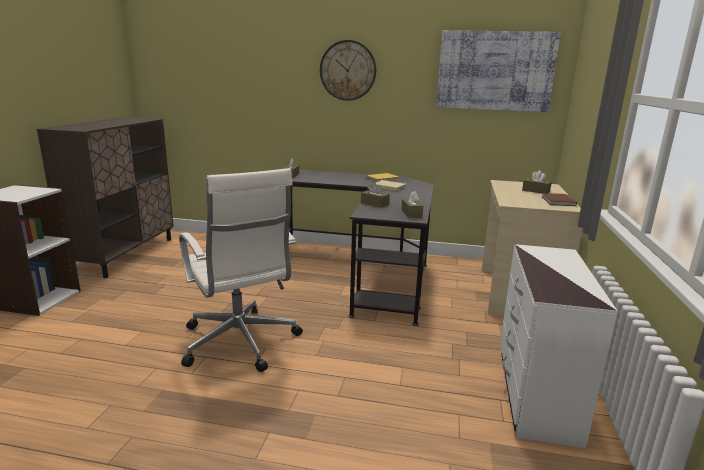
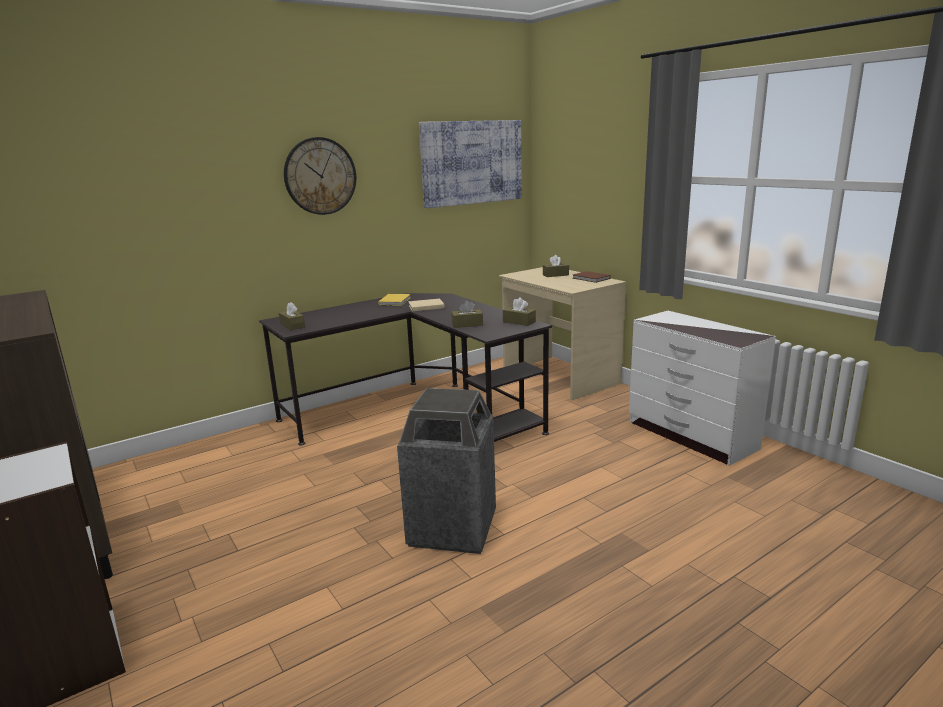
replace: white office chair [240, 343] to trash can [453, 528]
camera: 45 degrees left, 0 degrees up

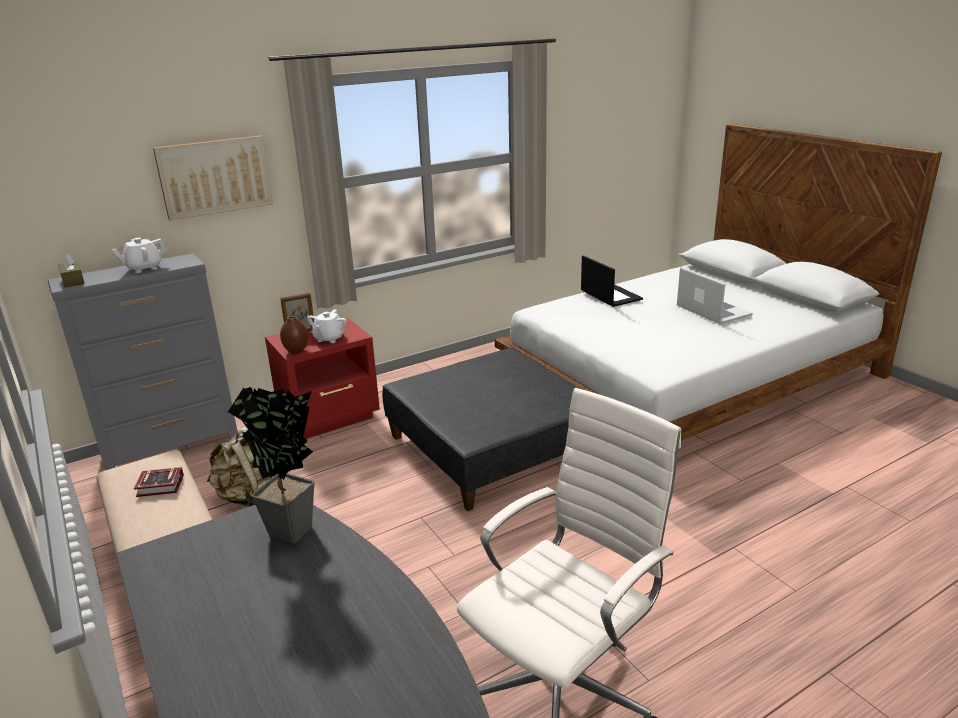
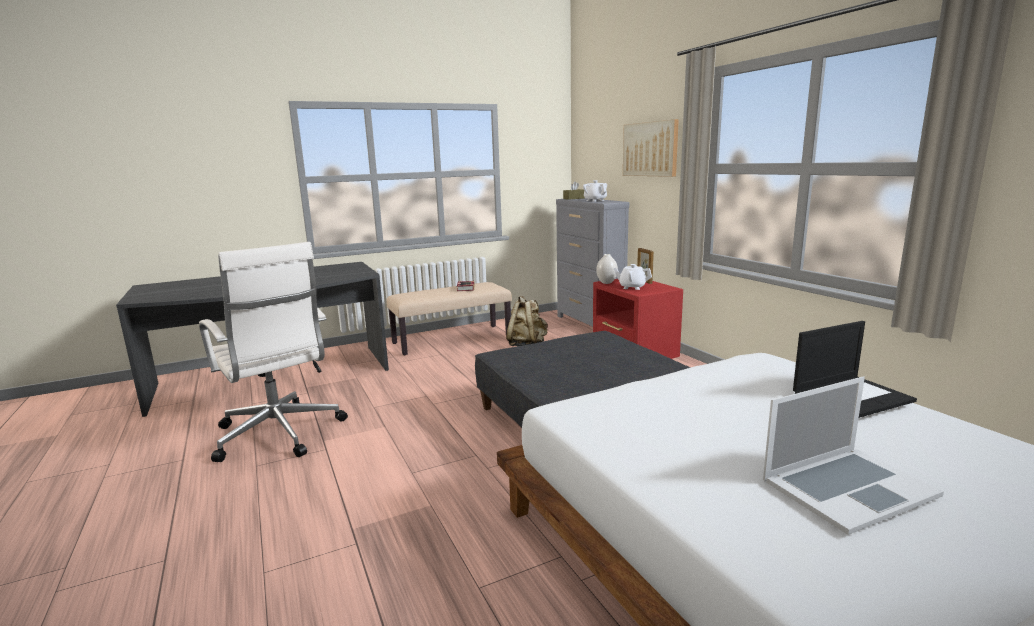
delete: potted plant [293, 535]
recolor: brown vase [296, 351] to white vase [606, 282]
camera: 95 degrees right, 10 degrees down

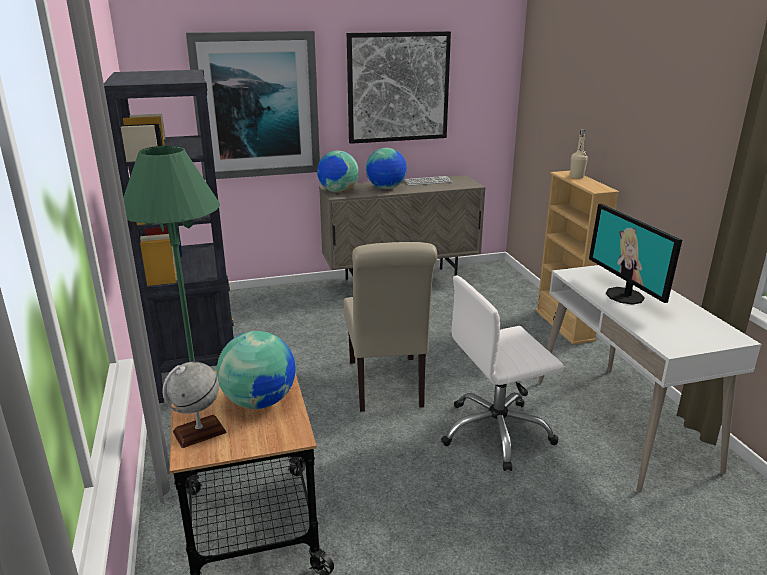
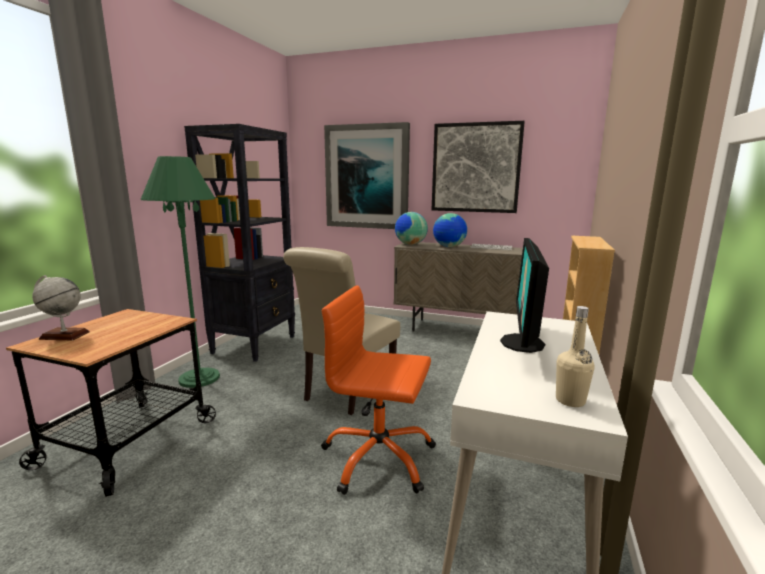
delete: globe [259, 401]
move: beige bottle [576, 177] to [570, 400]
recolor: white office chair [496, 433] to orange office chair [378, 458]
camera: 35 degrees right, 10 degrees down

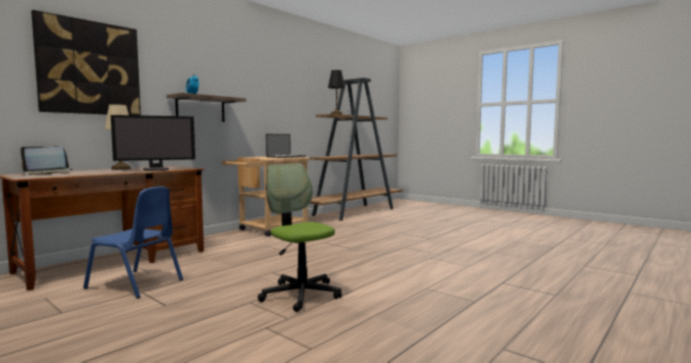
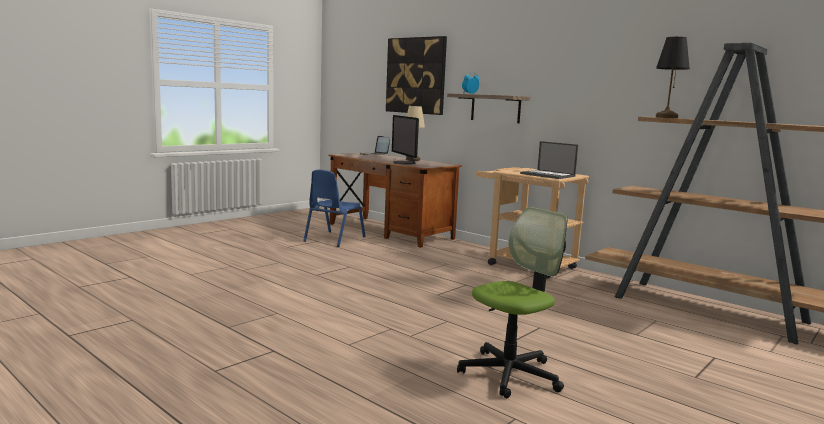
move: office chair [301, 294] to [510, 374]
camera: 90 degrees right, 5 degrees up

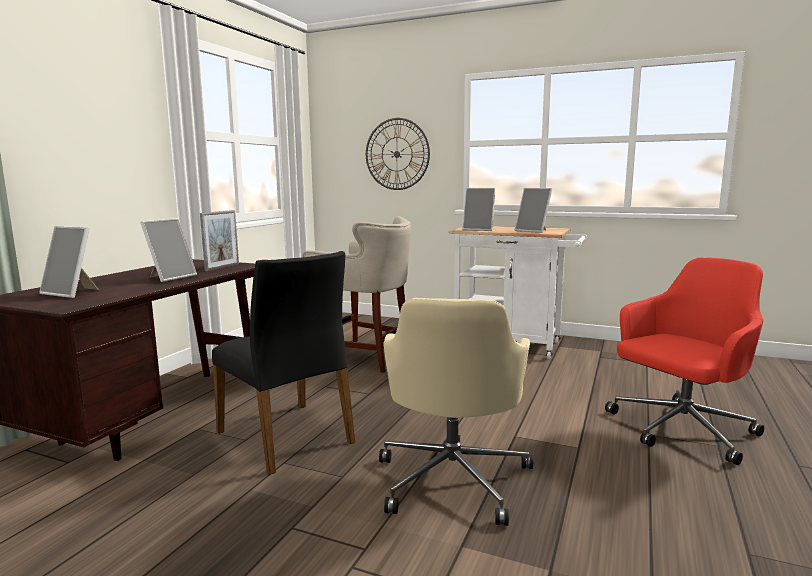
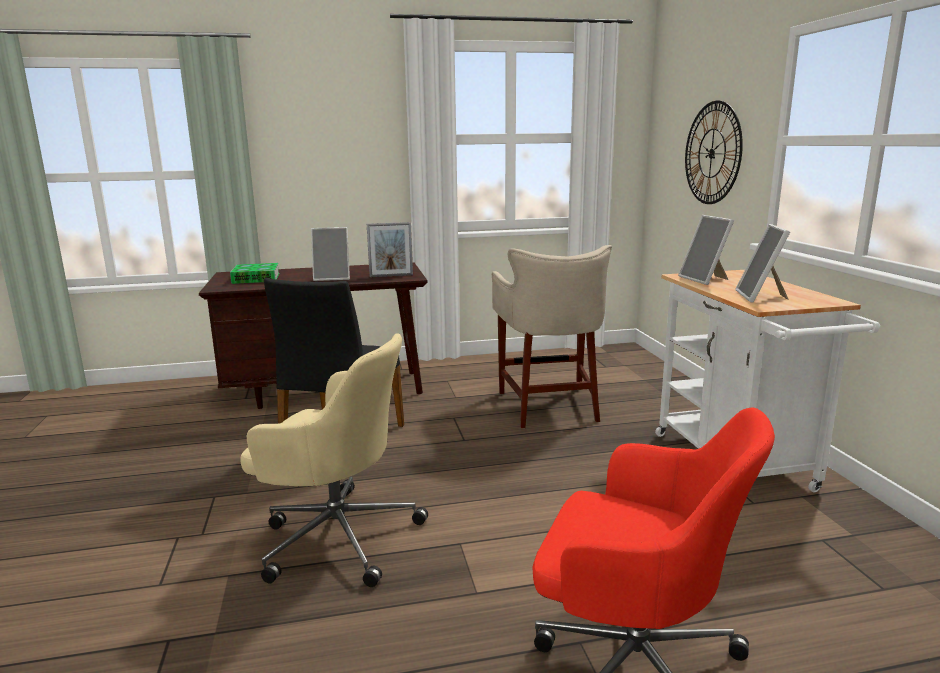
replace: picture frame [72, 293] to book [256, 278]
rotate: beige office chair [453, 478] = [337, 536] 135 degrees counterclockwise
camera: 55 degrees right, 5 degrees up

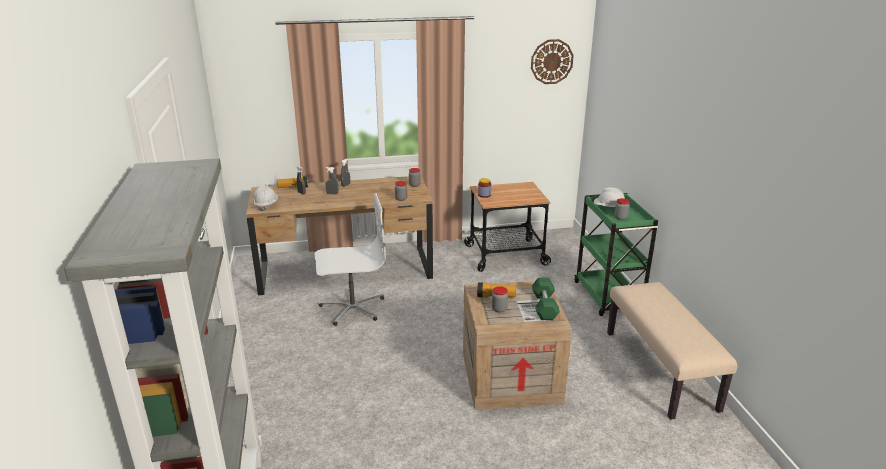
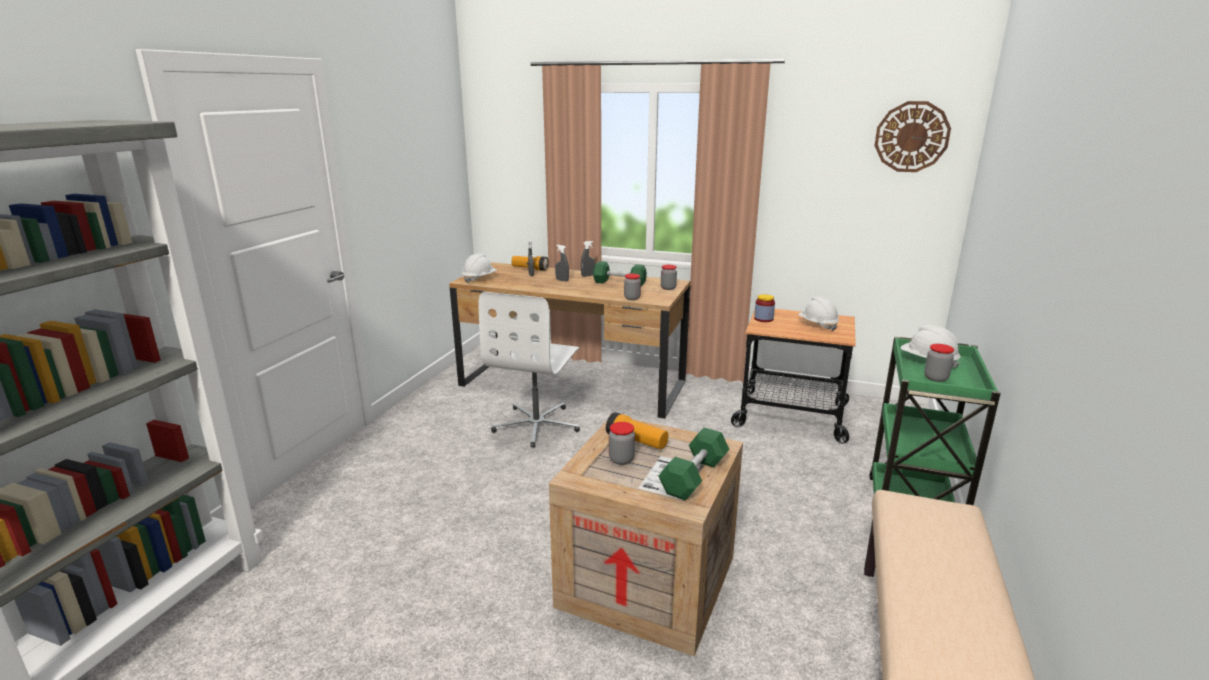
insert: green dumbbell [619, 283]; white hard hat [817, 325]
rotate: white office chair [352, 307] = [537, 425] 90 degrees clockwise
camera: 30 degrees right, 5 degrees down

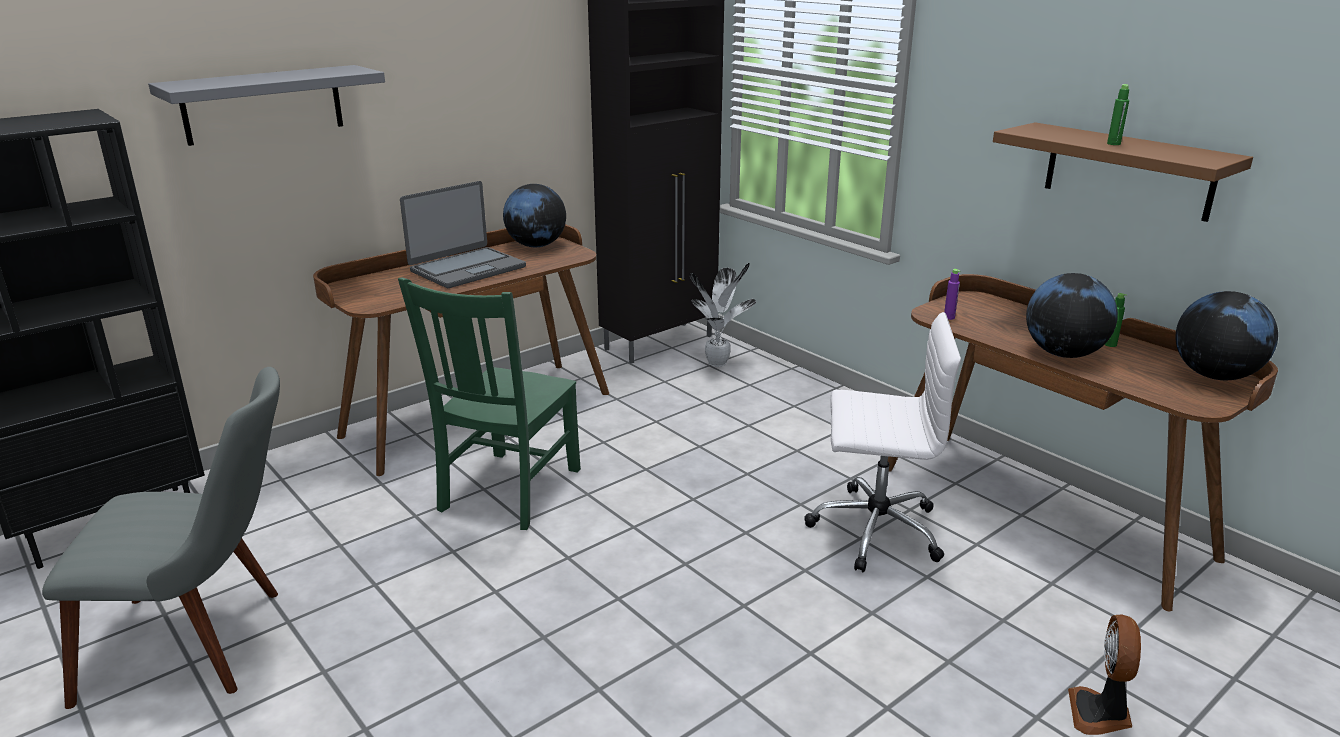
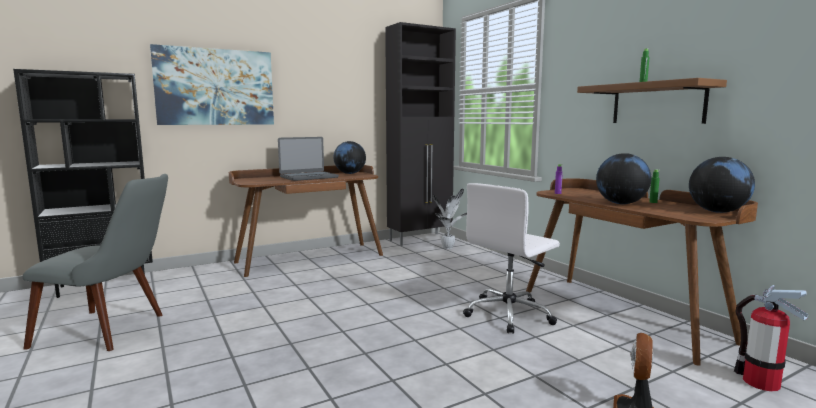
delete: green chair [508, 492]
insert: fire extinguisher [760, 382]
replace: grey shelf [263, 104] to picture [215, 87]
rotate: white office chair [873, 529] = [509, 314] 120 degrees clockwise
camera: 10 degrees right, 15 degrees down

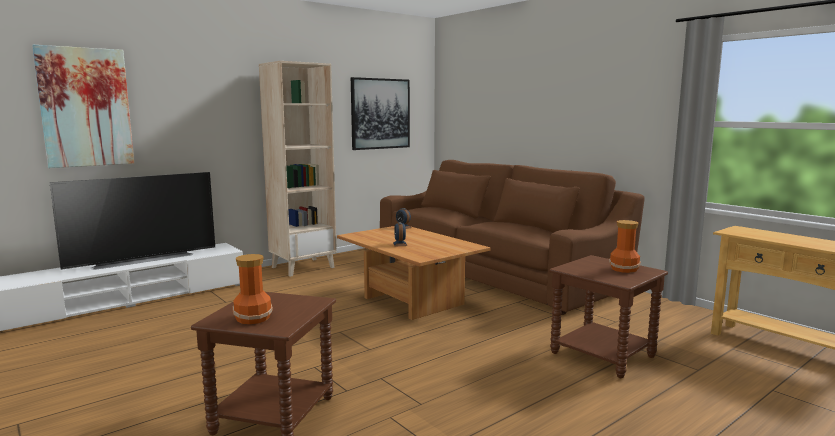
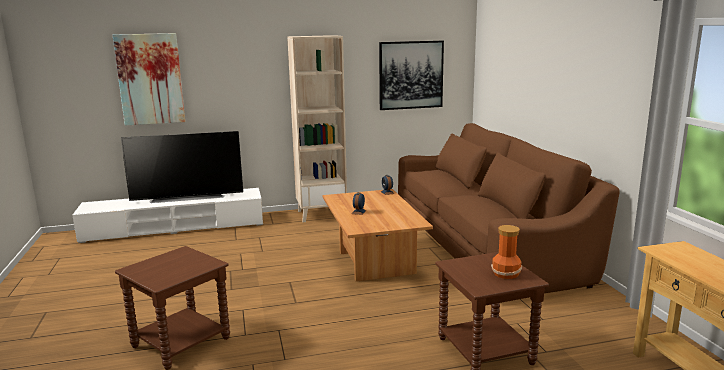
delete: vase [253, 318]
camera: 25 degrees right, 5 degrees up

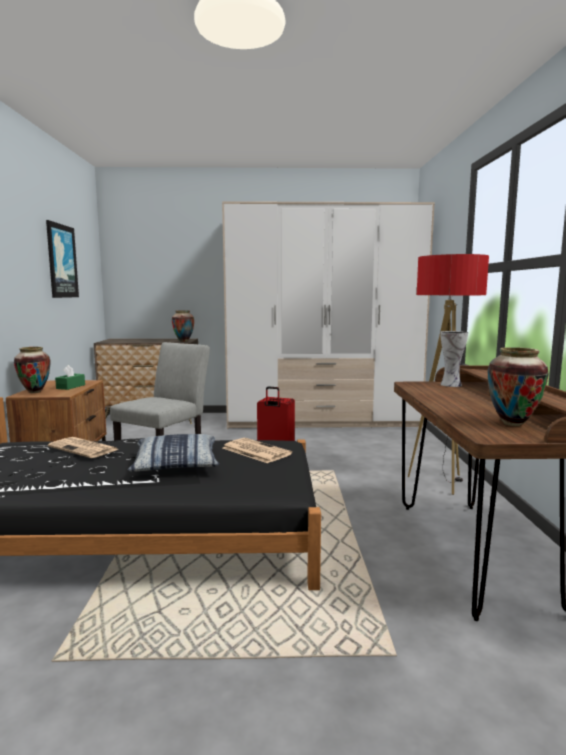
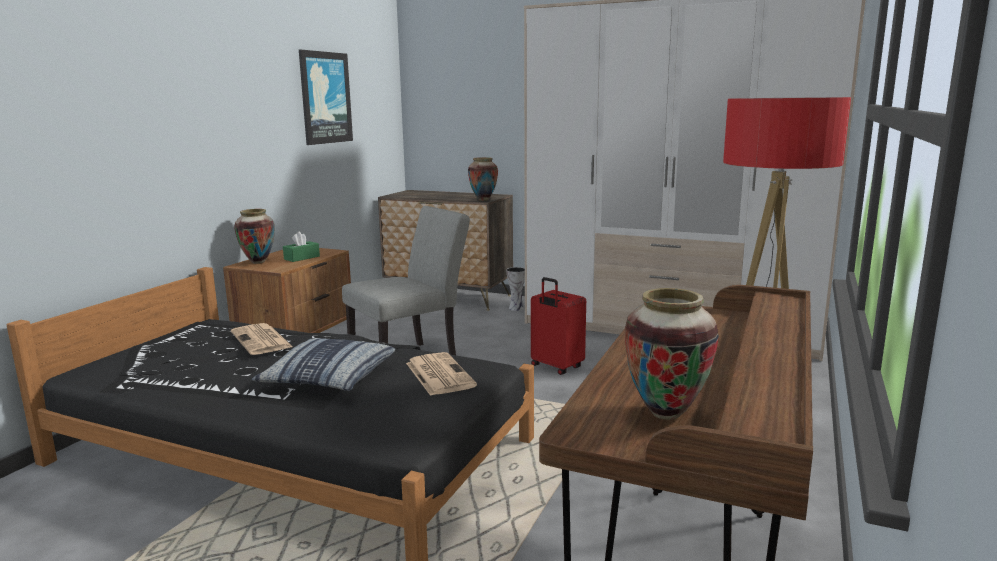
move: vase [450, 384] to [516, 308]
camera: 25 degrees right, 5 degrees up

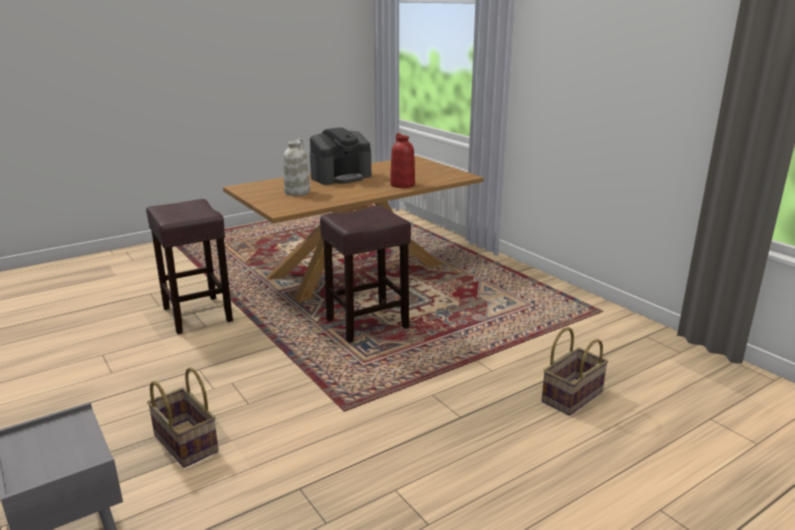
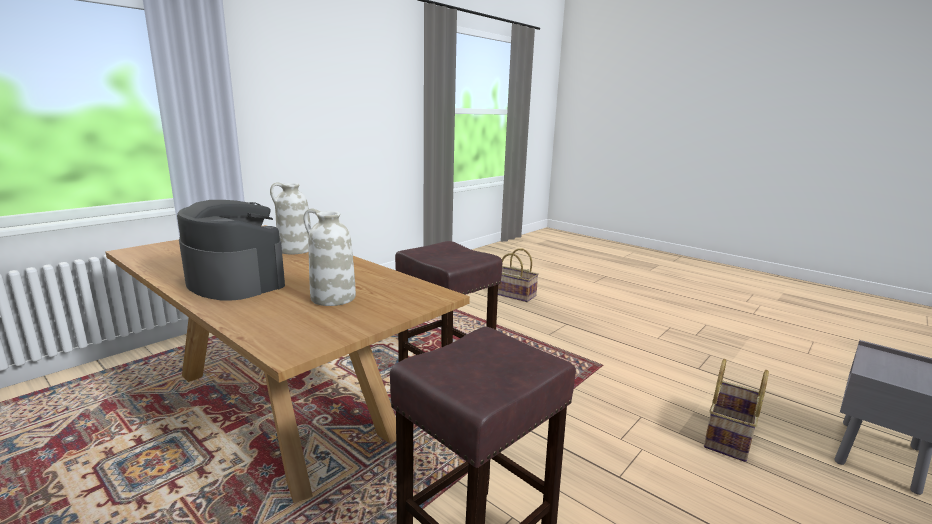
recolor: red vase [402, 184] to white vase [295, 250]
camera: 105 degrees left, 5 degrees down

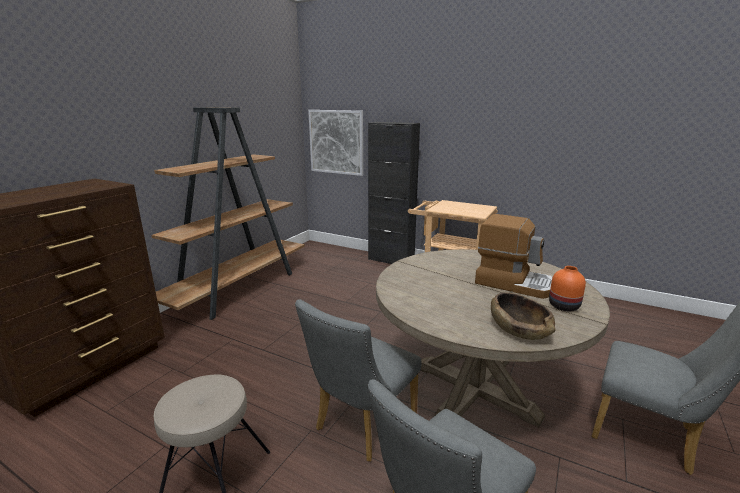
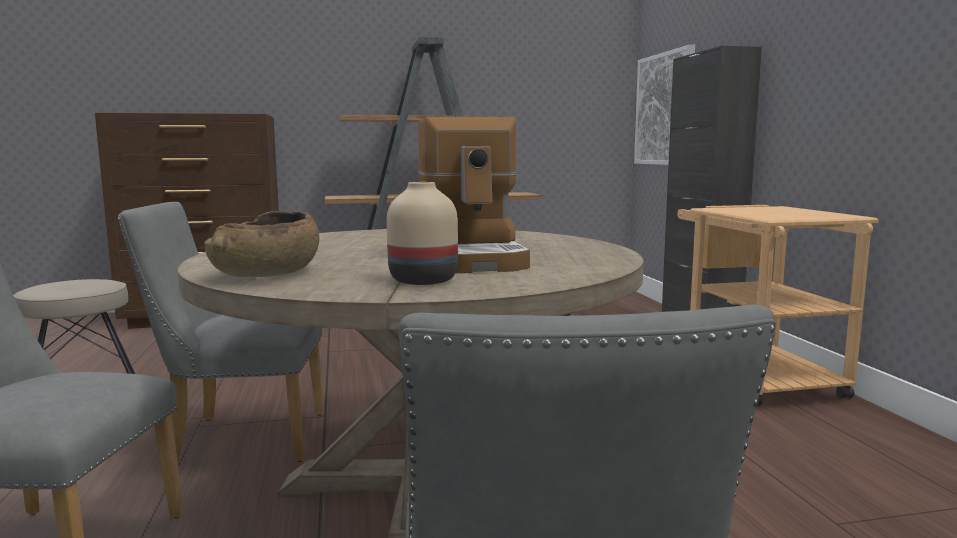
recolor: orange vase [563, 306] to beige vase [422, 280]
camera: 50 degrees right, 10 degrees down

